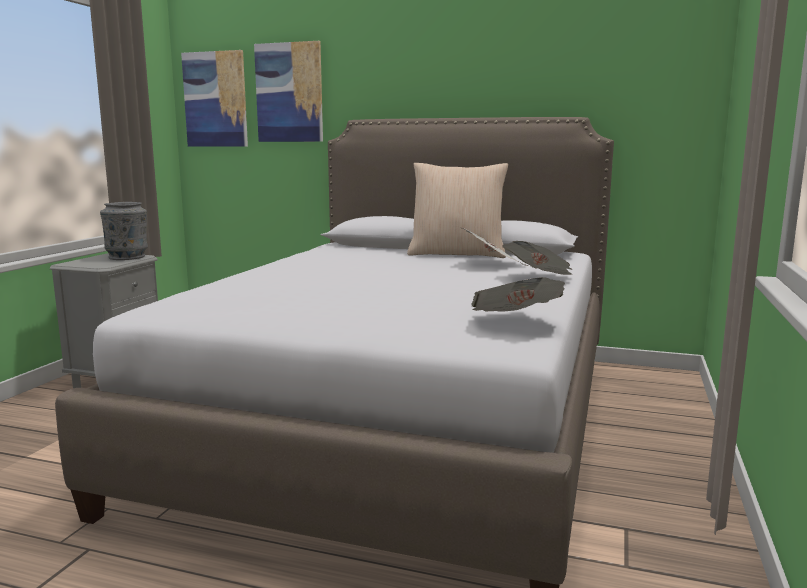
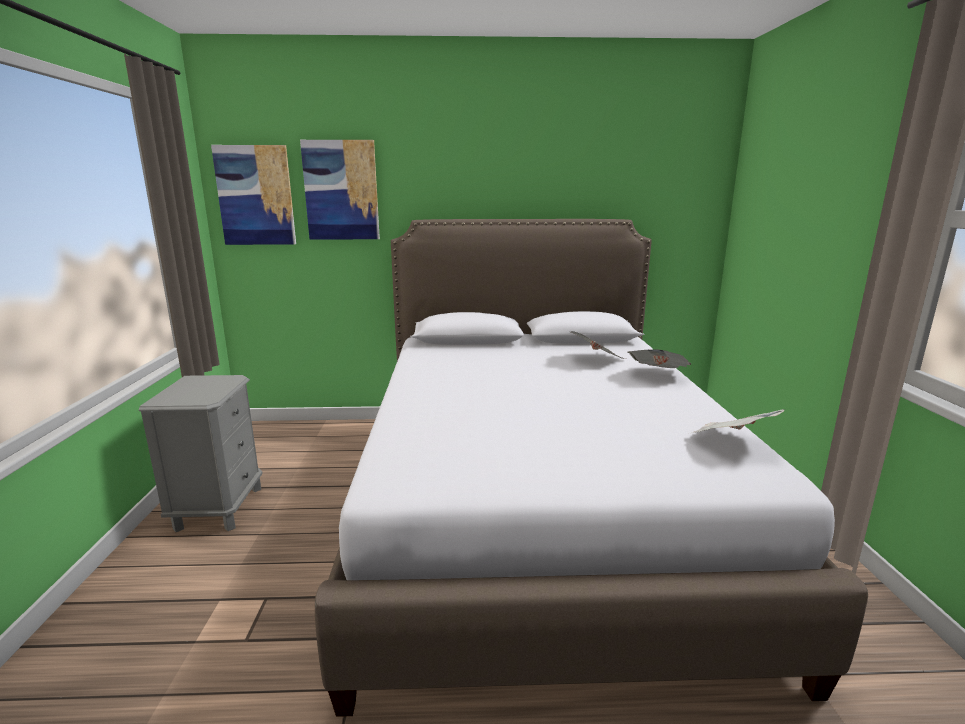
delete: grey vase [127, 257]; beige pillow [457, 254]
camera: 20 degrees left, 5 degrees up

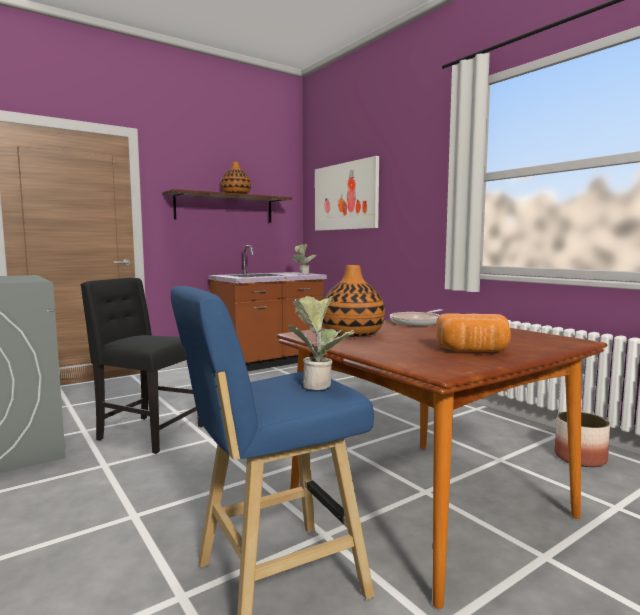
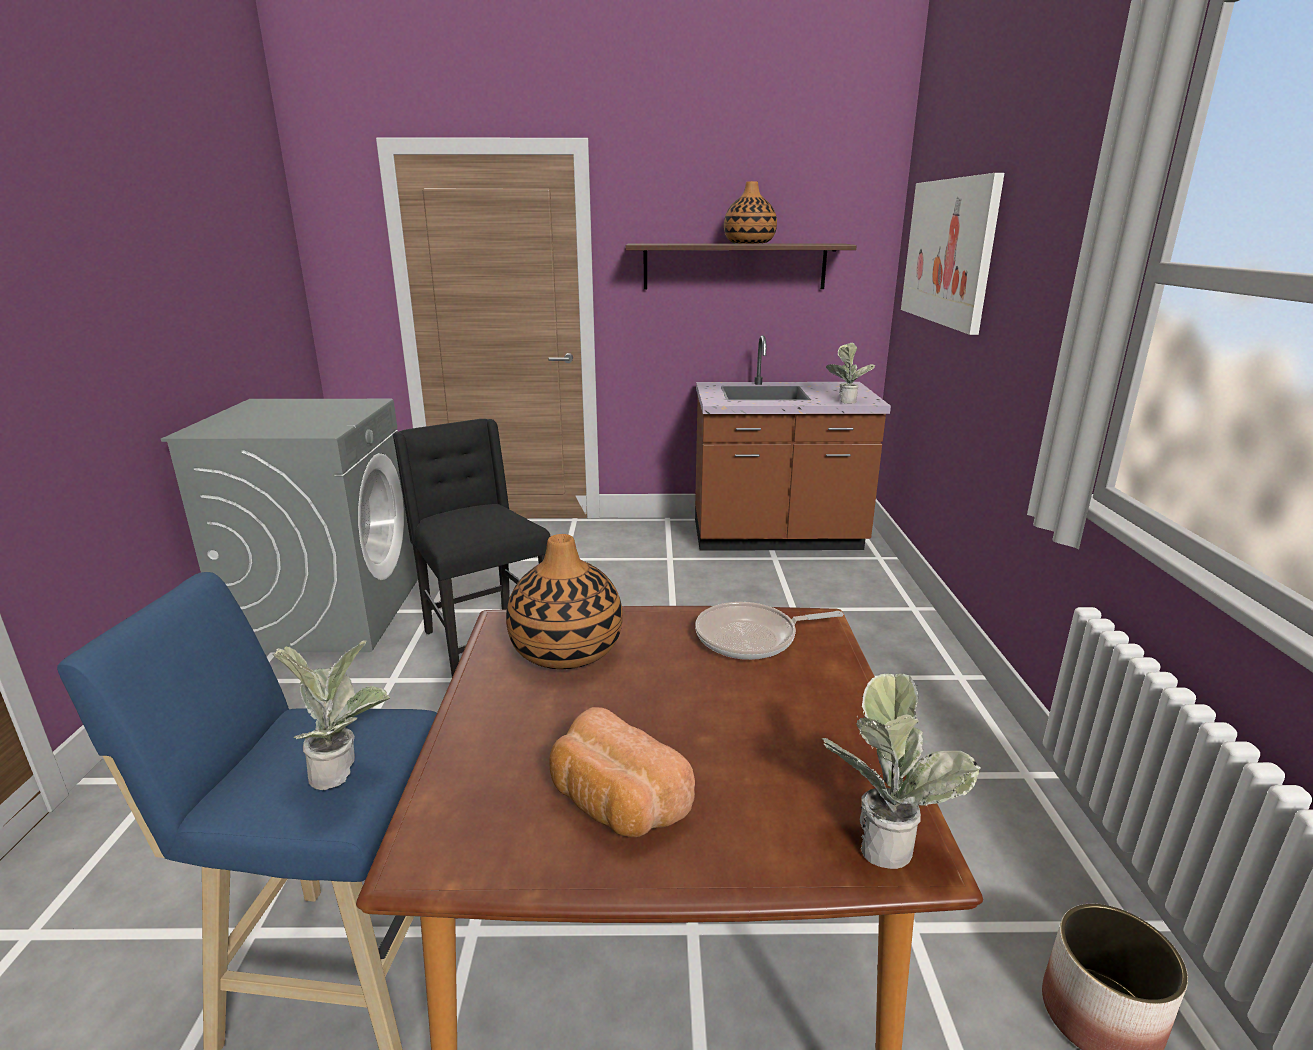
insert: potted plant [882, 837]
camera: 35 degrees right, 15 degrees up

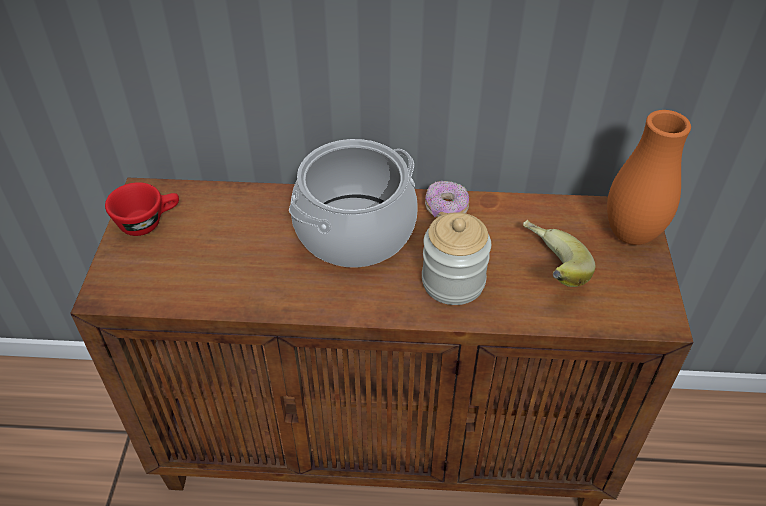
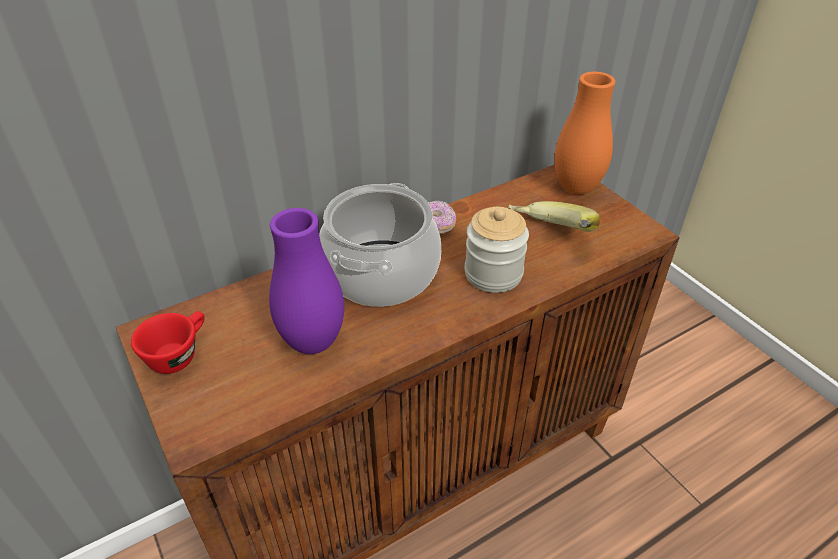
insert: purple vase [313, 342]
camera: 35 degrees left, 5 degrees down

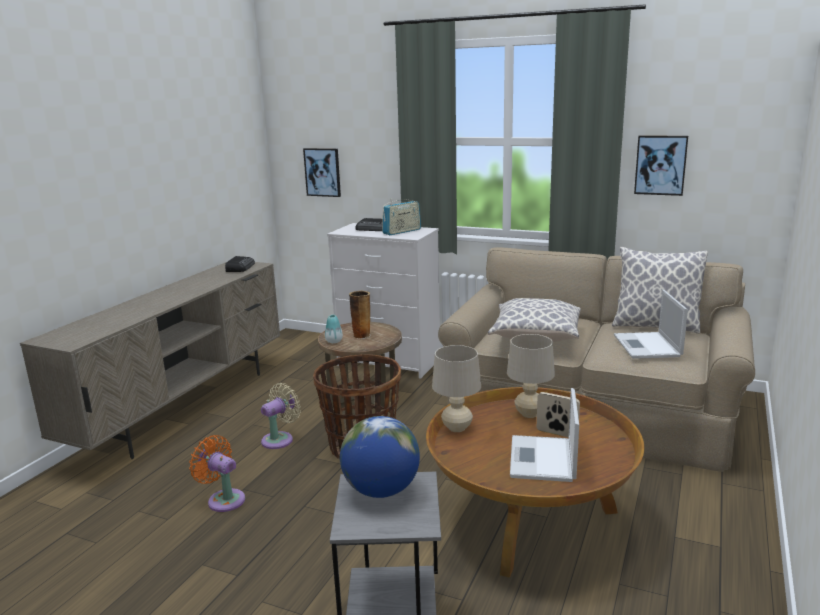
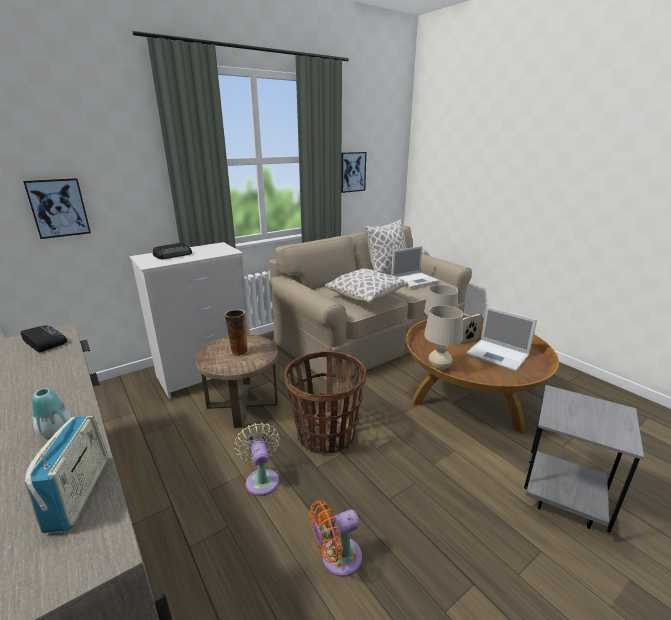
delete: globe [381, 490]
move: vase [334, 341] to [56, 430]; radio [402, 231] to [79, 493]
rotate: laptop [647, 346] = [415, 280] 60 degrees counterclockwise
camera: 60 degrees left, 5 degrees up

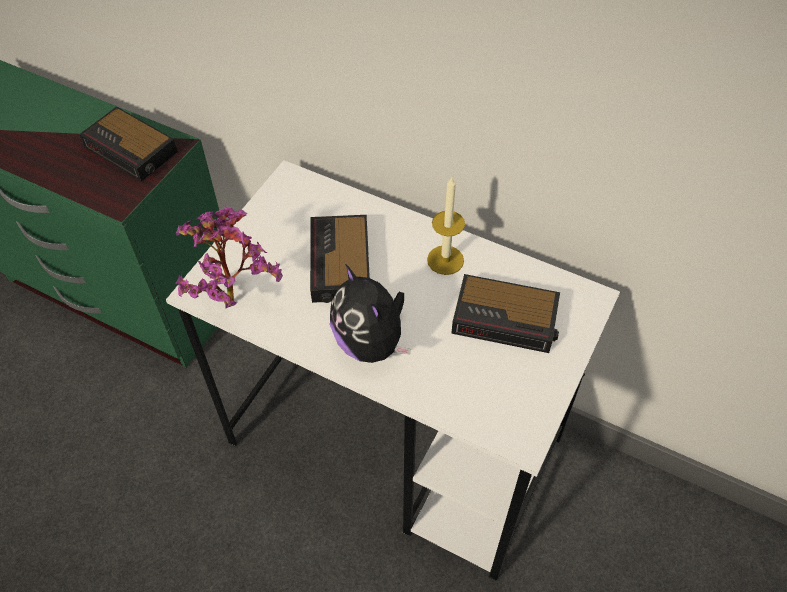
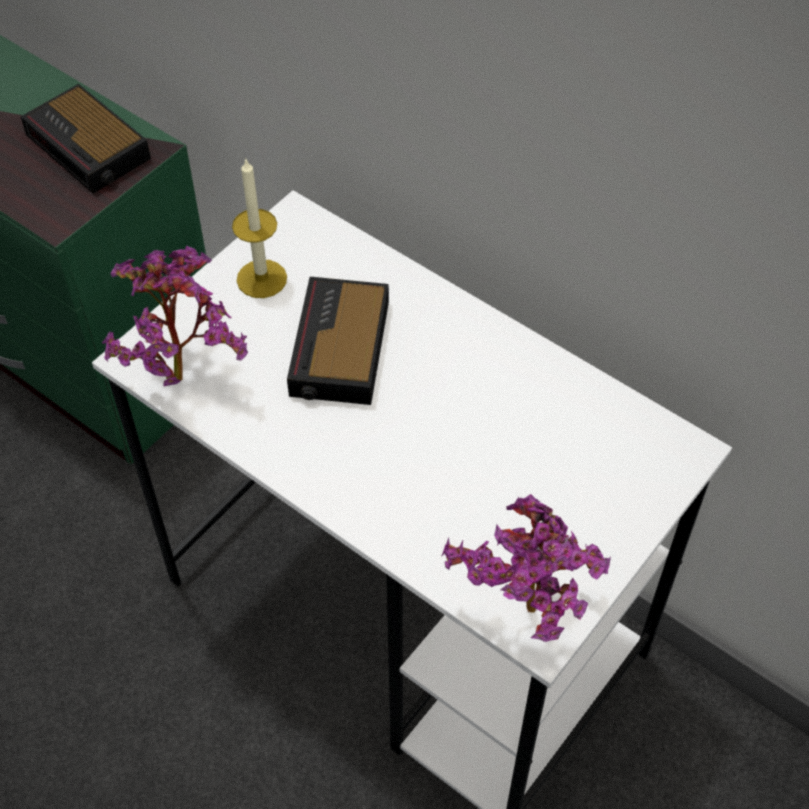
delete: plush toy [371, 342]; alarm clock [507, 319]
insert: potted plant [528, 619]
move: candle [445, 260] to [261, 279]
camera: 10 degrees right, 0 degrees up

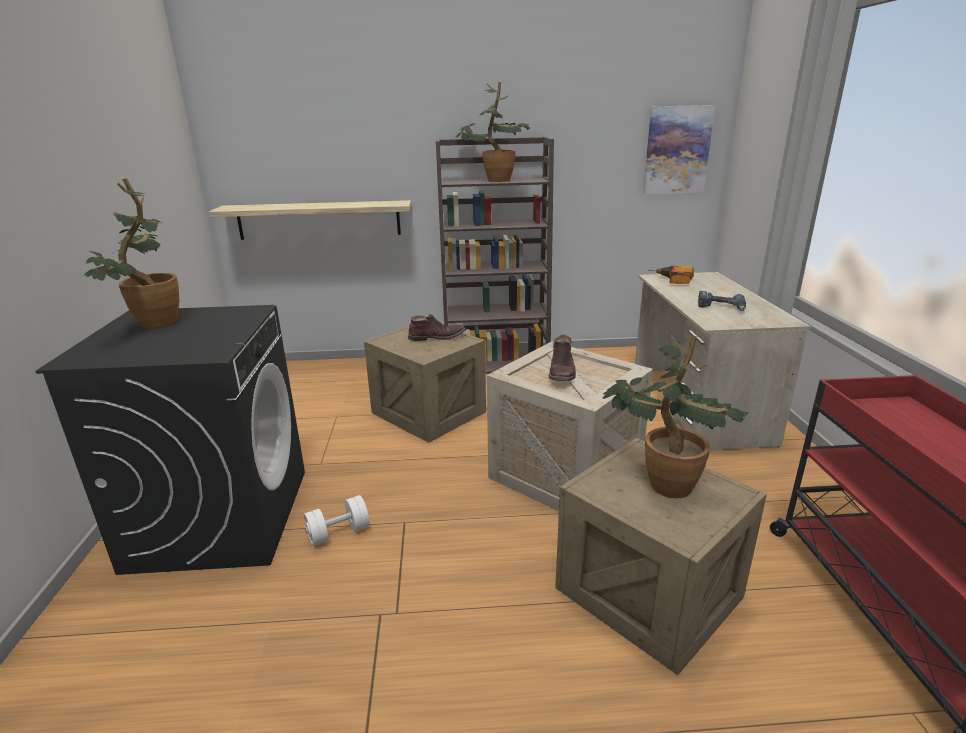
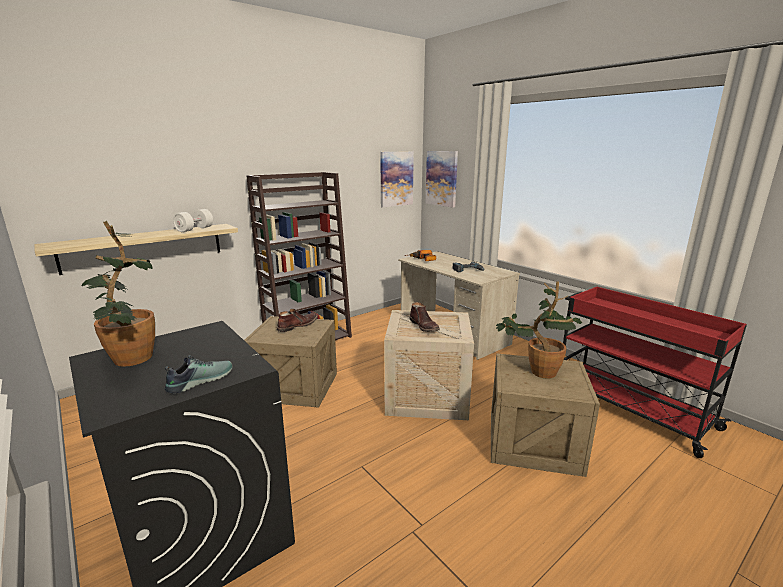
delete: potted plant [494, 180]
insert: shoe [199, 380]; picture [442, 178]
move: white dumbbell [338, 533] to [194, 229]
camera: 35 degrees left, 5 degrees down

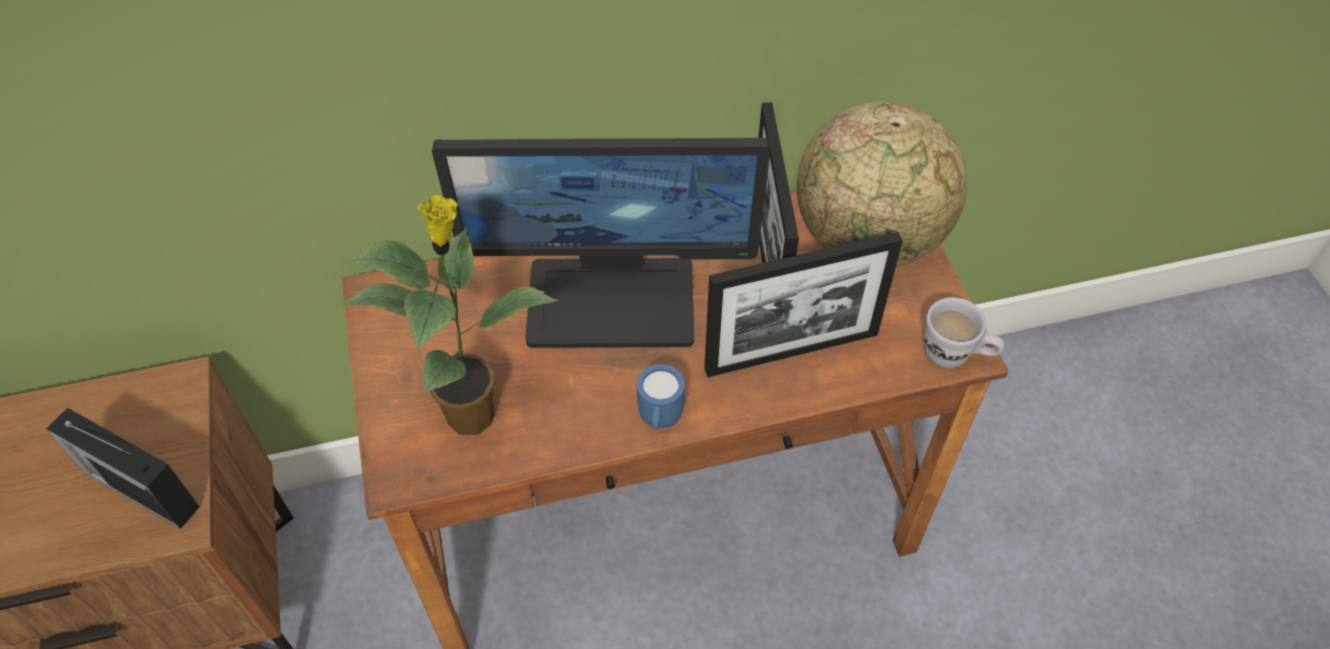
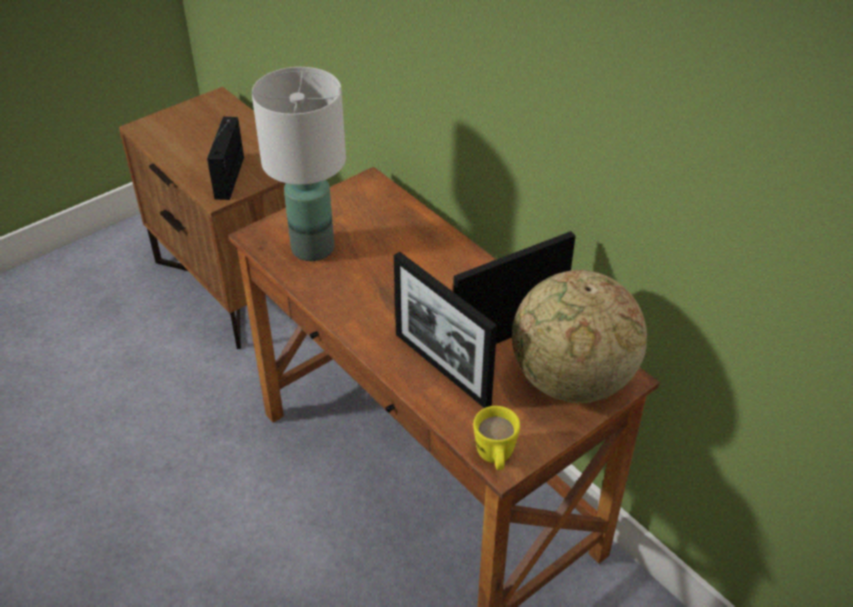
delete: monitor [612, 300]; blue mug [659, 422]
replace: potted plant [473, 412] to white table lamp [312, 247]
recolor: white mug [956, 356] to yellow mug [495, 458]
camera: 65 degrees right, 10 degrees down

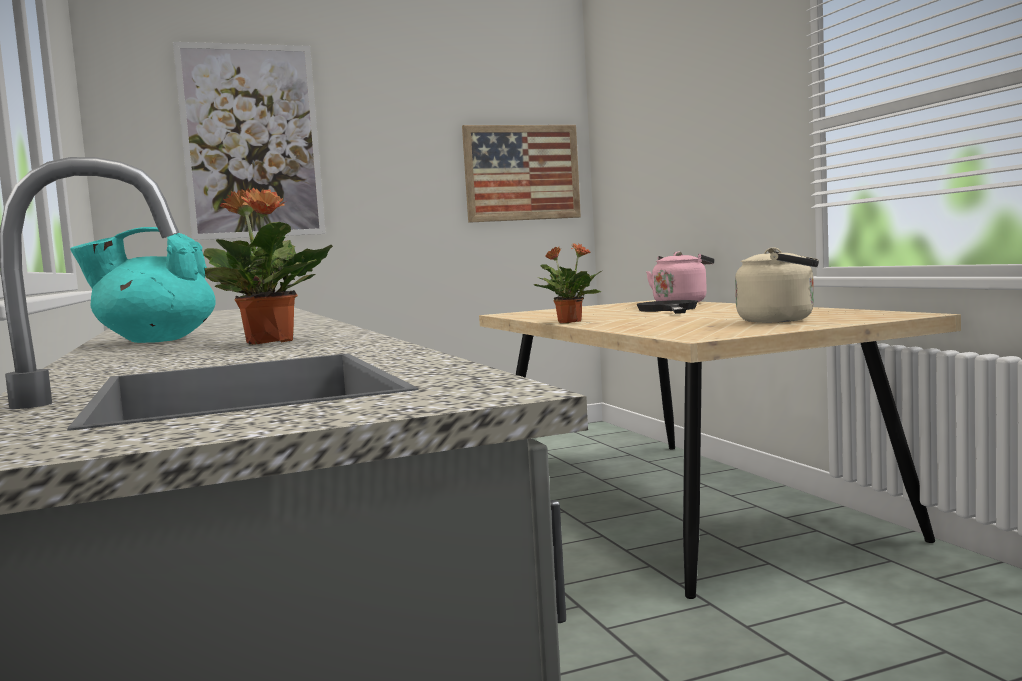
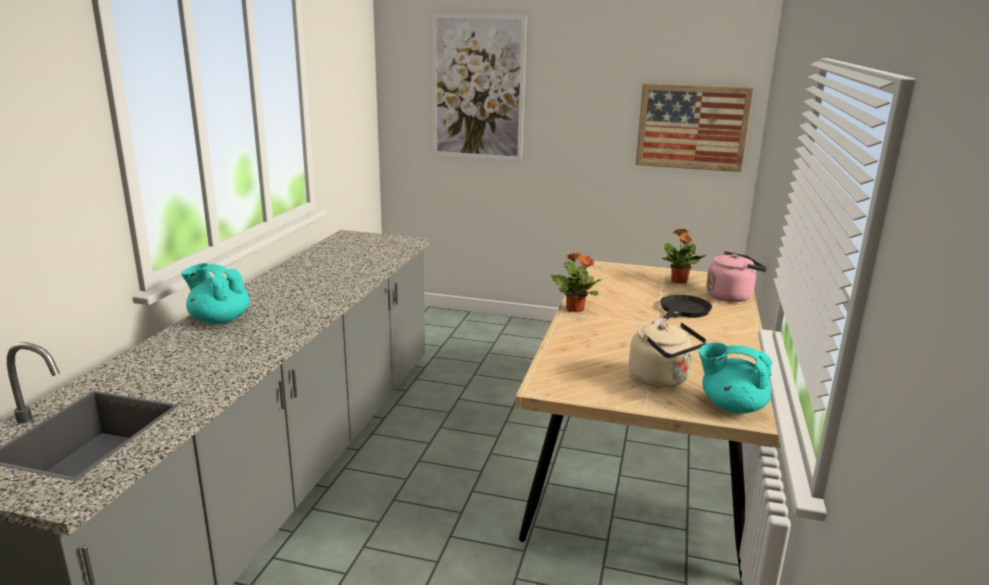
insert: turquoise teapot [731, 406]
move: potted plant [270, 342] to [679, 281]
camera: 35 degrees right, 15 degrees up

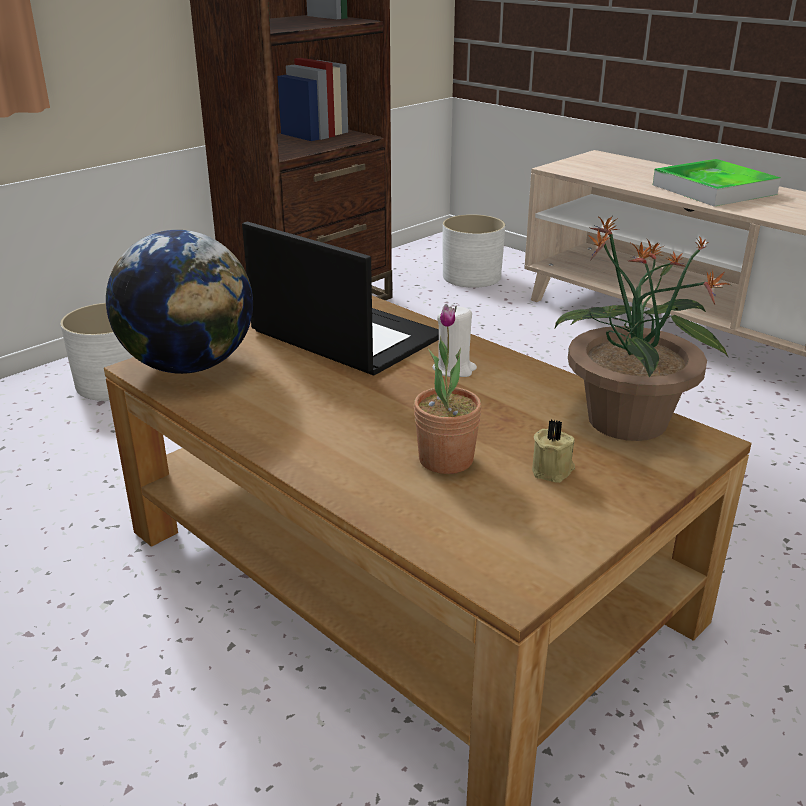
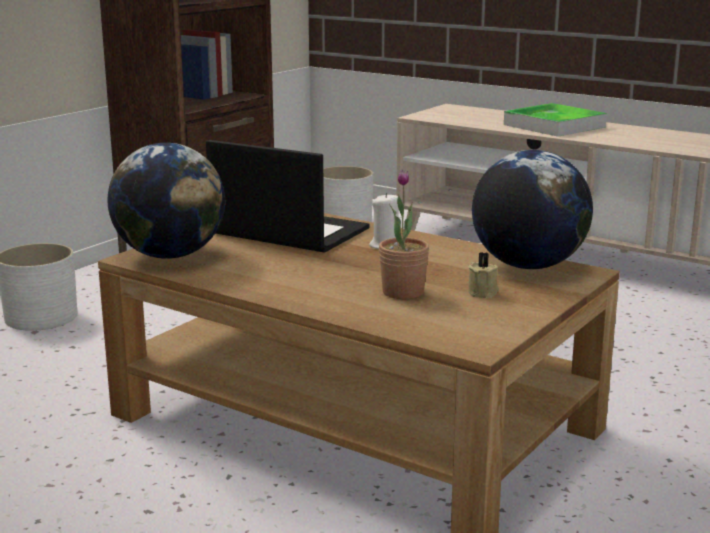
replace: potted plant [626, 422] to globe [528, 266]
camera: 10 degrees left, 10 degrees down

